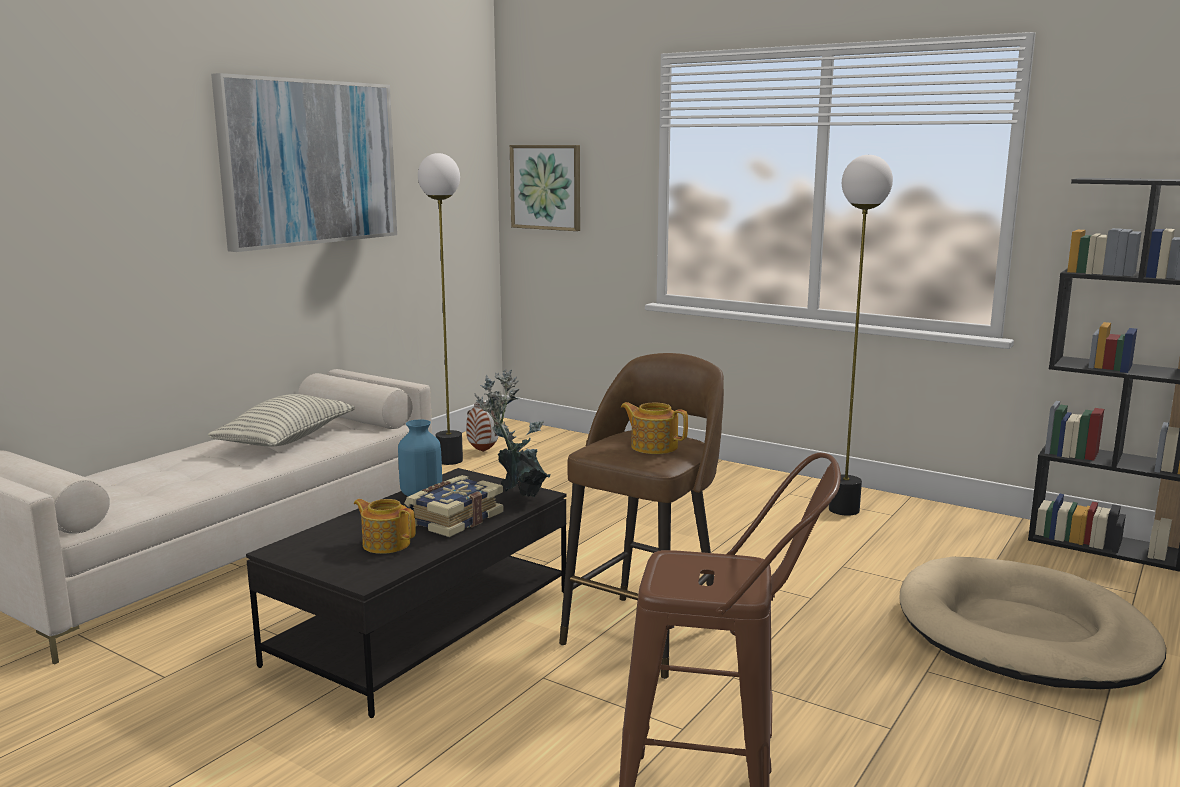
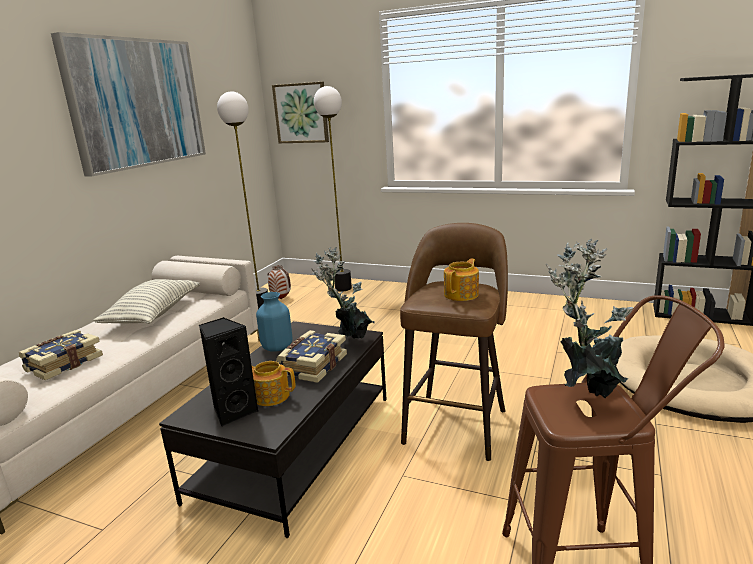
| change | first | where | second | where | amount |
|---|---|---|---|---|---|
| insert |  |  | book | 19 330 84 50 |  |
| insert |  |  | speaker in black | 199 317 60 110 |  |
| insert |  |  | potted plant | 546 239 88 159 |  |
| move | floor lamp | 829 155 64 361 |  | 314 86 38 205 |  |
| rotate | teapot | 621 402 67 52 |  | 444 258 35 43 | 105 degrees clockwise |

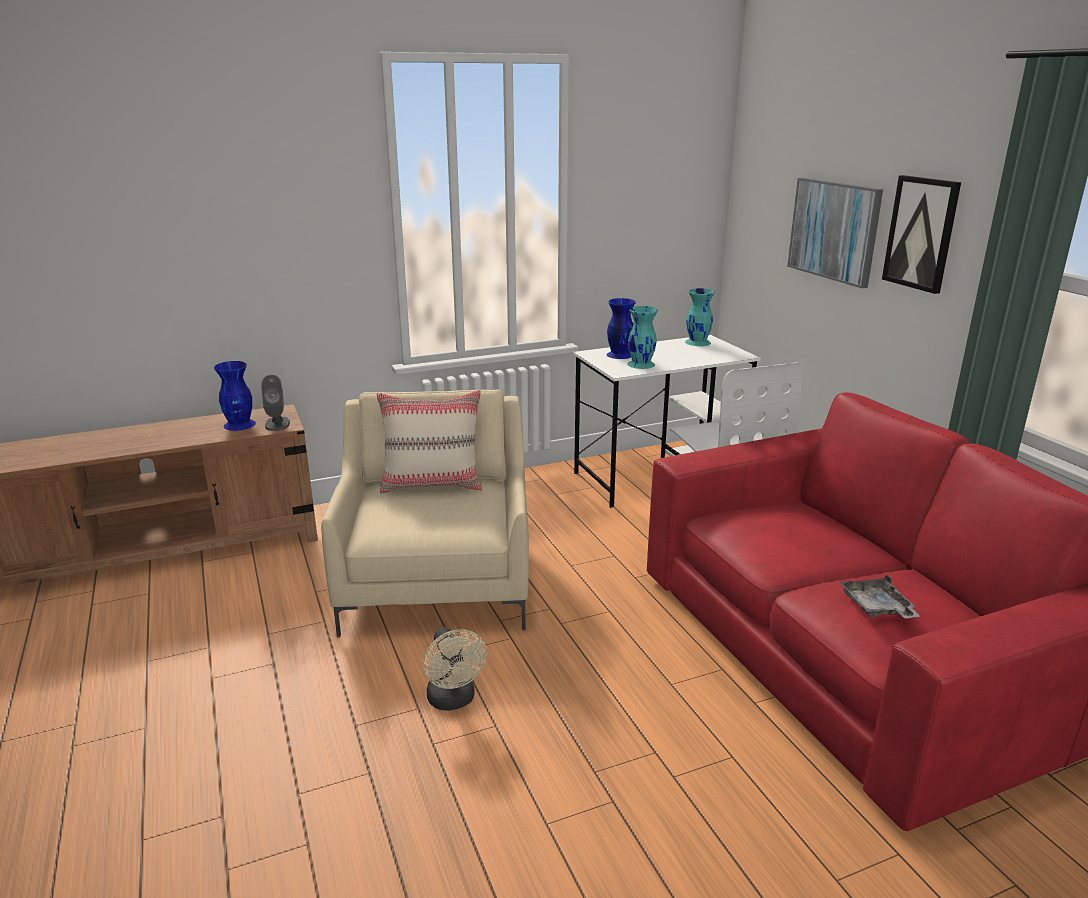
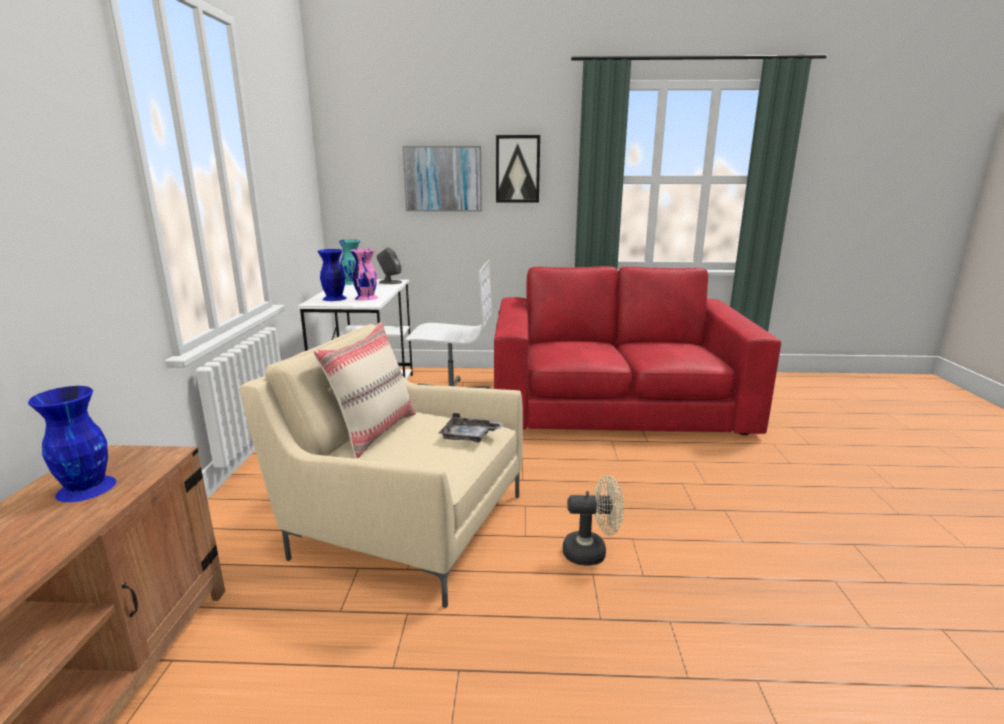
| change | first | where | second | where | amount |
|---|---|---|---|---|---|
| move | speaker in grey | 261 375 29 56 |  | 377 247 25 37 |  |
| move | tray in grey | 839 574 81 44 |  | 439 413 65 30 |  |
| recolor | vase in turquoise | 627 306 31 63 | vase in pink | 350 249 28 52 |  |

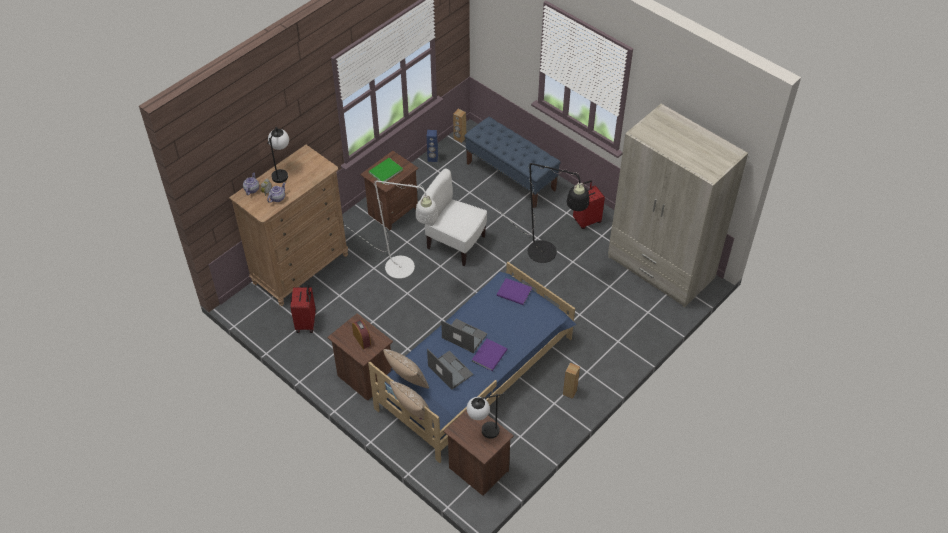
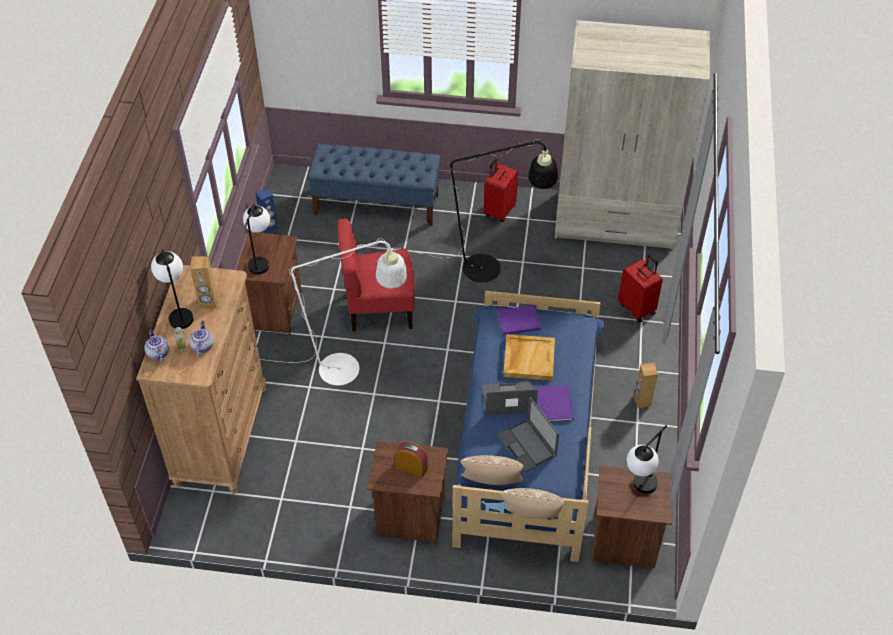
| change | first | where | second | where | amount |
|---|---|---|---|---|---|
| insert |  |  | tray in beige | 503 334 52 47 |  |
| move | suitcase in red | 290 286 26 47 |  | 618 255 45 68 |  |
| move | speaker in brown | 453 109 13 34 |  | 190 256 28 53 |  |
| replace | book in green | 369 158 34 24 | table lamp | 243 203 27 72 |  |
| recolor | chair in white | 420 169 67 97 | chair in red | 338 218 77 113 |  |
| rotate | laptop | 427 349 47 41 |  | 497 397 62 75 | 135 degrees counterclockwise |

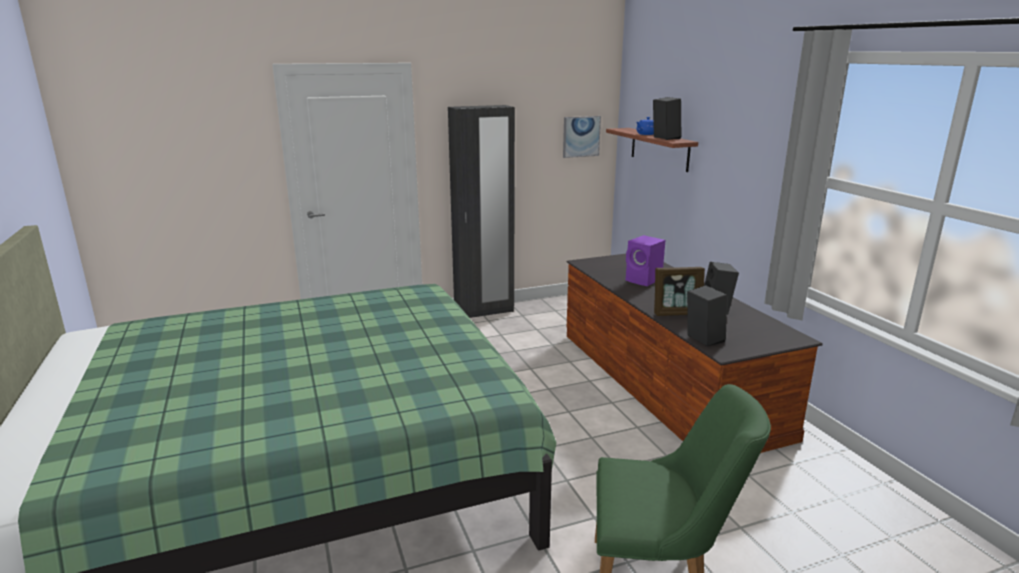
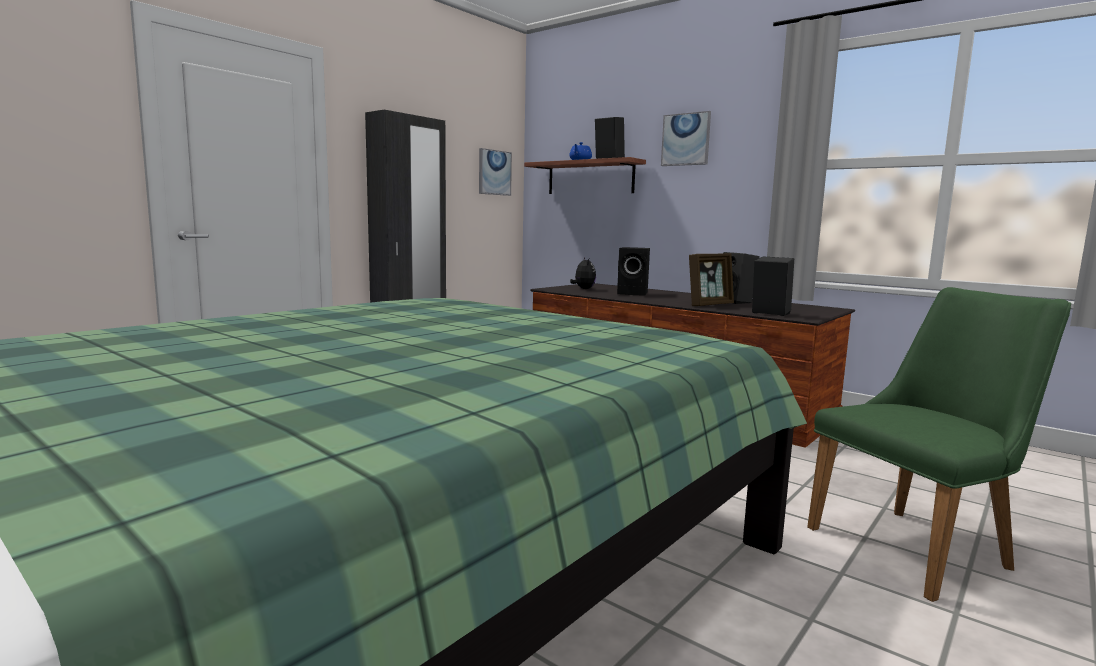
| change | first | where | second | where | amount |
|---|---|---|---|---|---|
| insert |  |  | plush toy | 570 257 26 32 |  |
| insert |  |  | picture | 661 111 50 55 |  |
| recolor | speaker in purple | 626 235 39 51 | speaker in black | 617 247 33 49 |  |

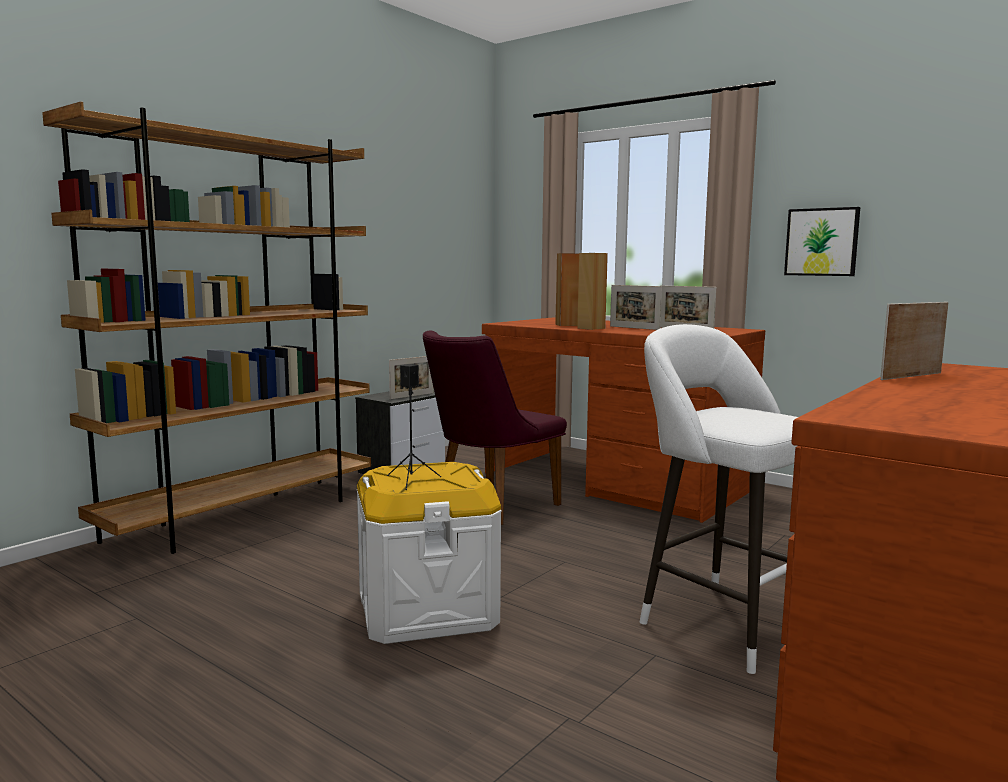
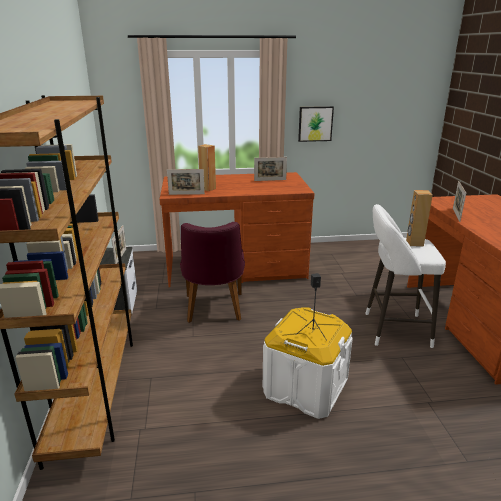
| change | first | where | second | where | amount |
|---|---|---|---|---|---|
| move | speaker in brown | 577 253 31 77 |  | 406 190 27 57 |  |
| move | picture frame | 610 285 52 45 |  | 167 169 38 26 |  |

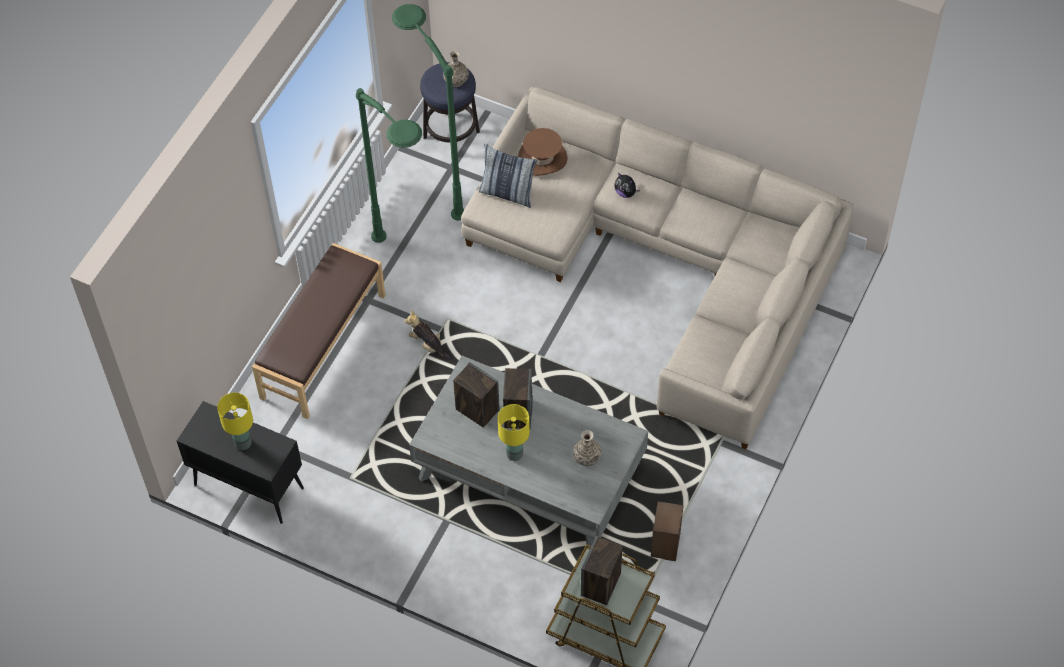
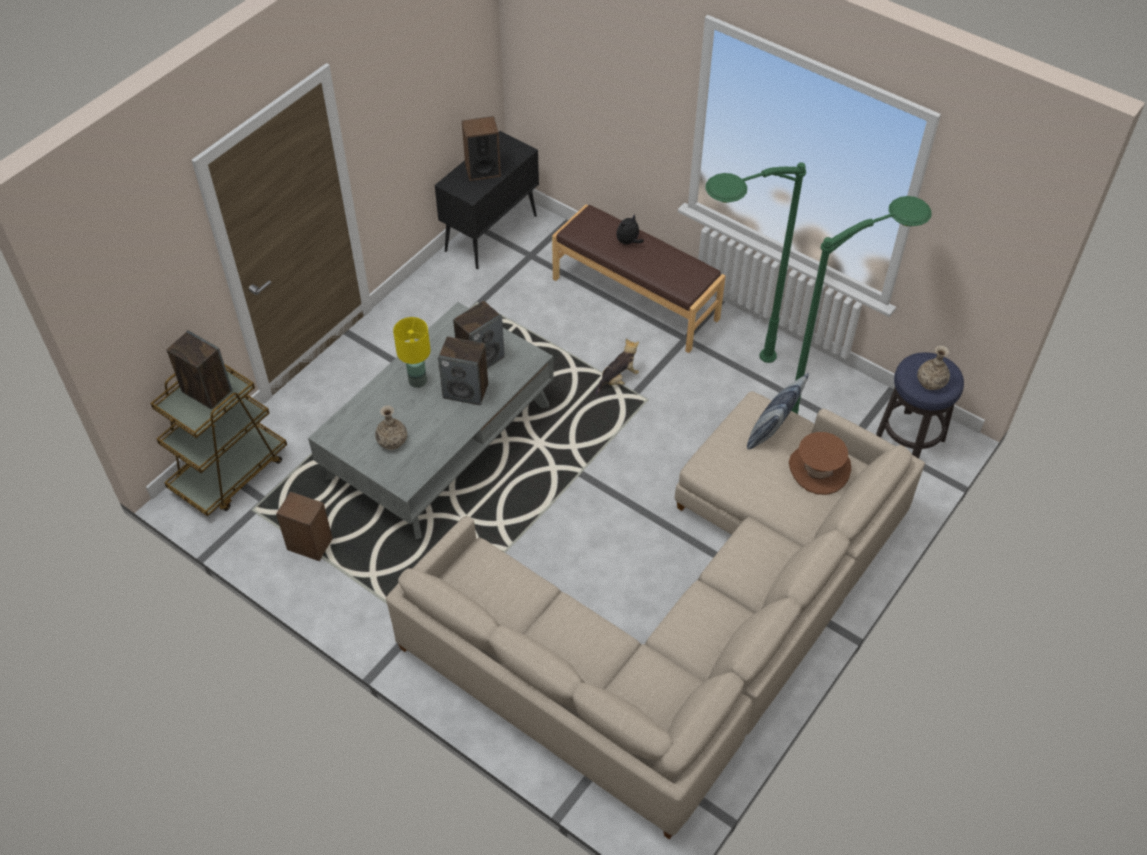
| change | first | where | second | where | amount |
|---|---|---|---|---|---|
| move | plush toy | 614 173 26 25 |  | 616 214 28 30 |  |
| replace | table lamp in yellow | 217 393 36 57 | speaker | 462 116 39 65 |  |

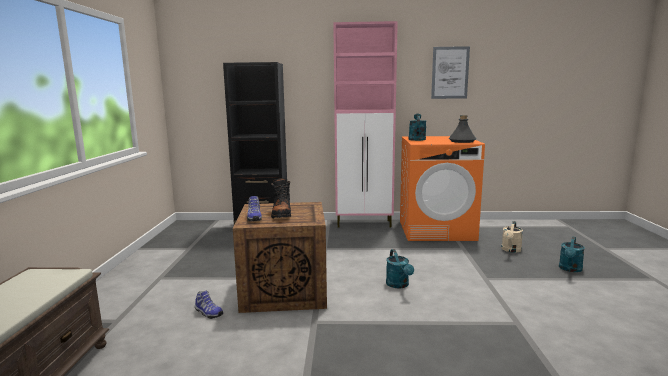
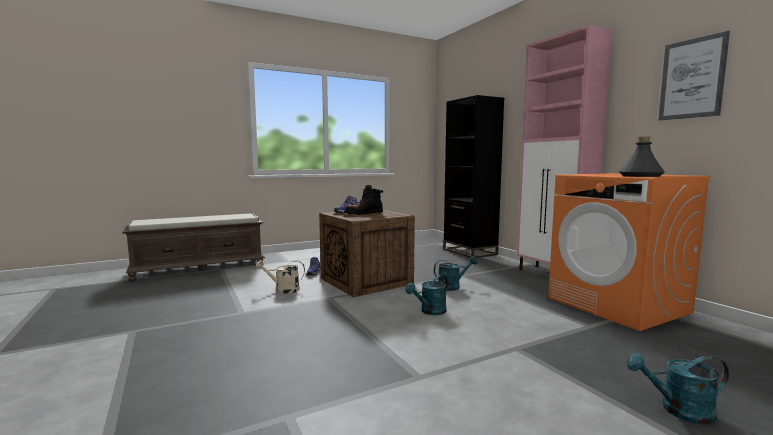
| change | first | where | second | where | amount |
|---|---|---|---|---|---|
| move | watering can in turquoise | 408 113 18 28 |  | 434 256 43 35 |  |
| move | watering can in beige | 501 221 22 32 |  | 255 260 50 33 |  |

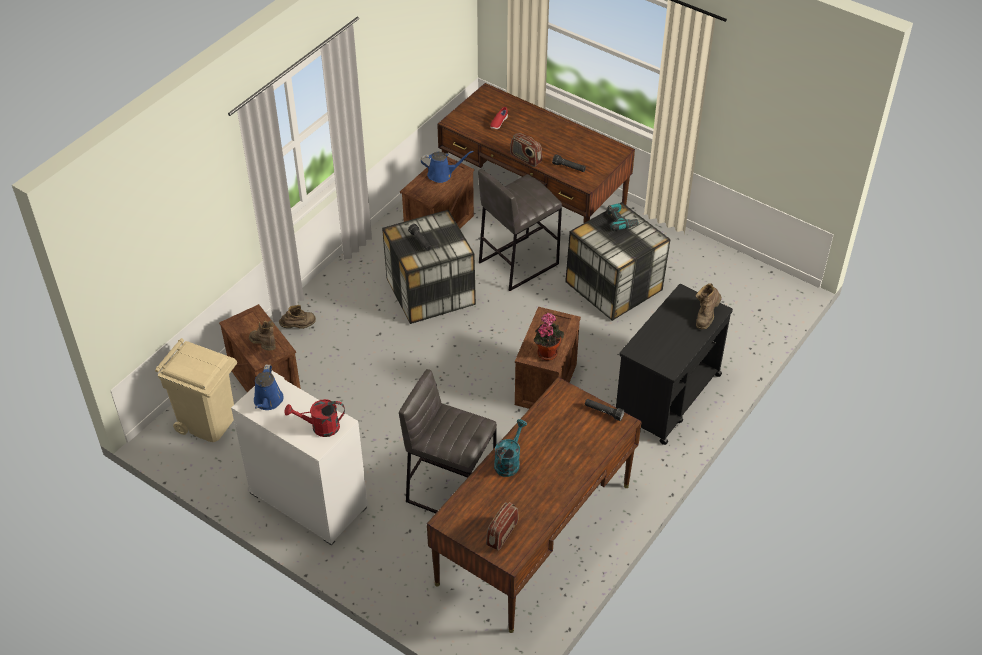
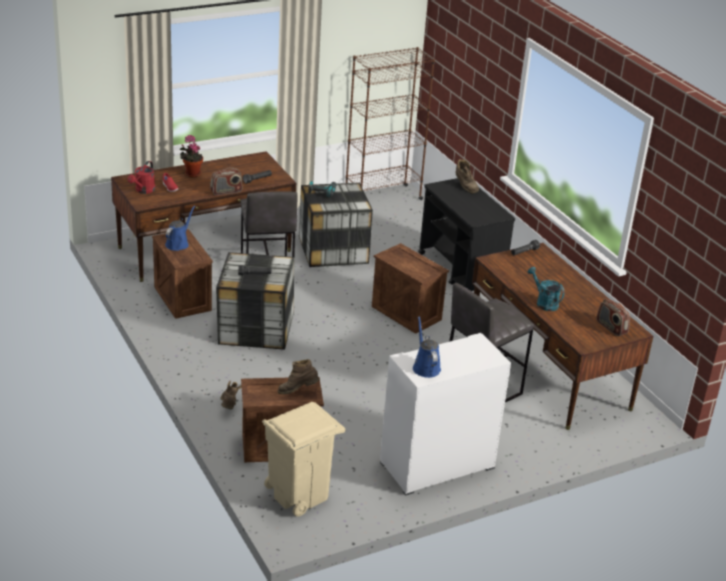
| change | first | where | second | where | amount |
|---|---|---|---|---|---|
| insert |  |  | bookcase in brown | 346 47 89 153 |  |
| move | watering can in red | 284 399 61 38 |  | 128 161 27 33 |  |
| move | potted plant | 534 313 30 48 |  | 180 135 23 43 |  |
| rotate | watering can in blue | 254 364 30 46 |  | 413 316 28 62 | 135 degrees counterclockwise |

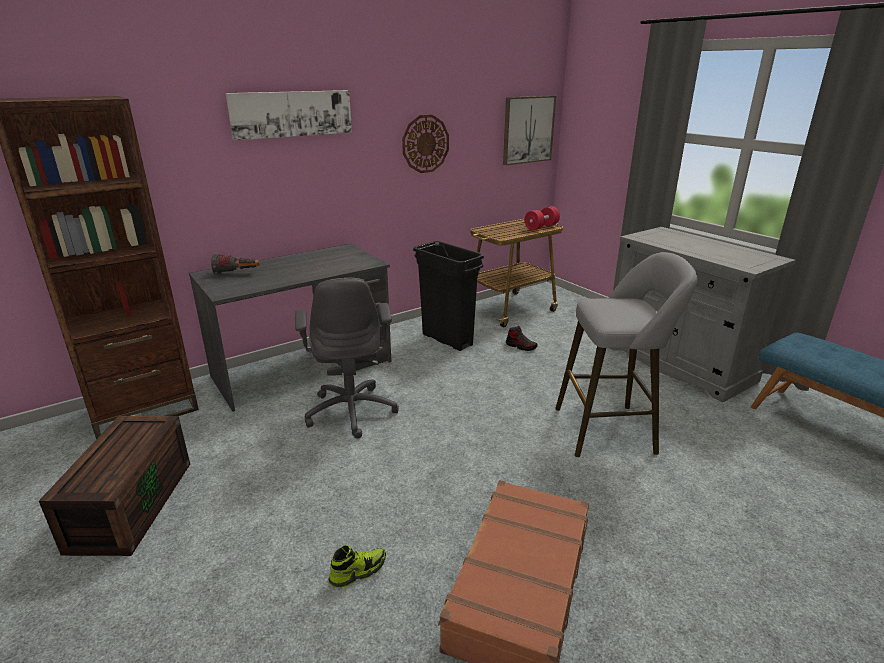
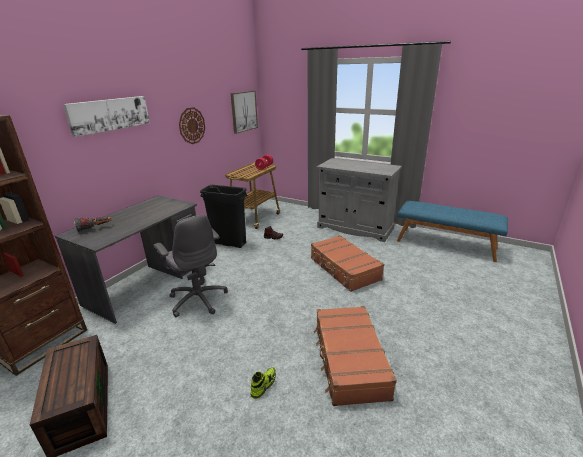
| change | first | where | second | where | amount |
|---|---|---|---|---|---|
| replace | stool in grey | 555 252 142 205 | suitcase in brown | 311 235 73 57 |  |

